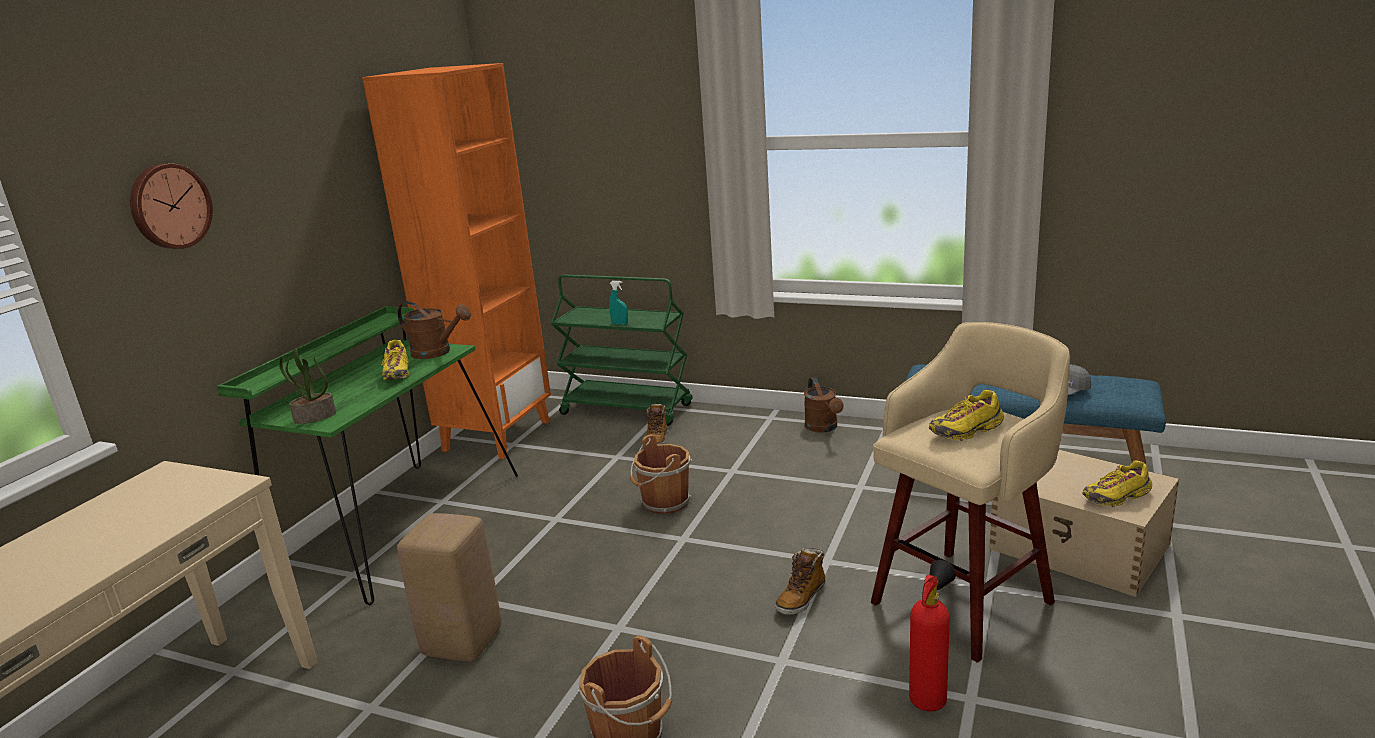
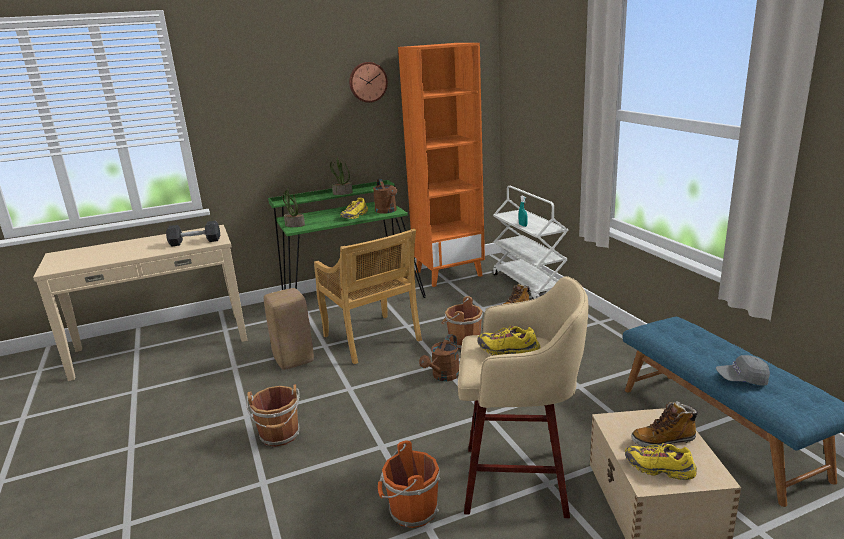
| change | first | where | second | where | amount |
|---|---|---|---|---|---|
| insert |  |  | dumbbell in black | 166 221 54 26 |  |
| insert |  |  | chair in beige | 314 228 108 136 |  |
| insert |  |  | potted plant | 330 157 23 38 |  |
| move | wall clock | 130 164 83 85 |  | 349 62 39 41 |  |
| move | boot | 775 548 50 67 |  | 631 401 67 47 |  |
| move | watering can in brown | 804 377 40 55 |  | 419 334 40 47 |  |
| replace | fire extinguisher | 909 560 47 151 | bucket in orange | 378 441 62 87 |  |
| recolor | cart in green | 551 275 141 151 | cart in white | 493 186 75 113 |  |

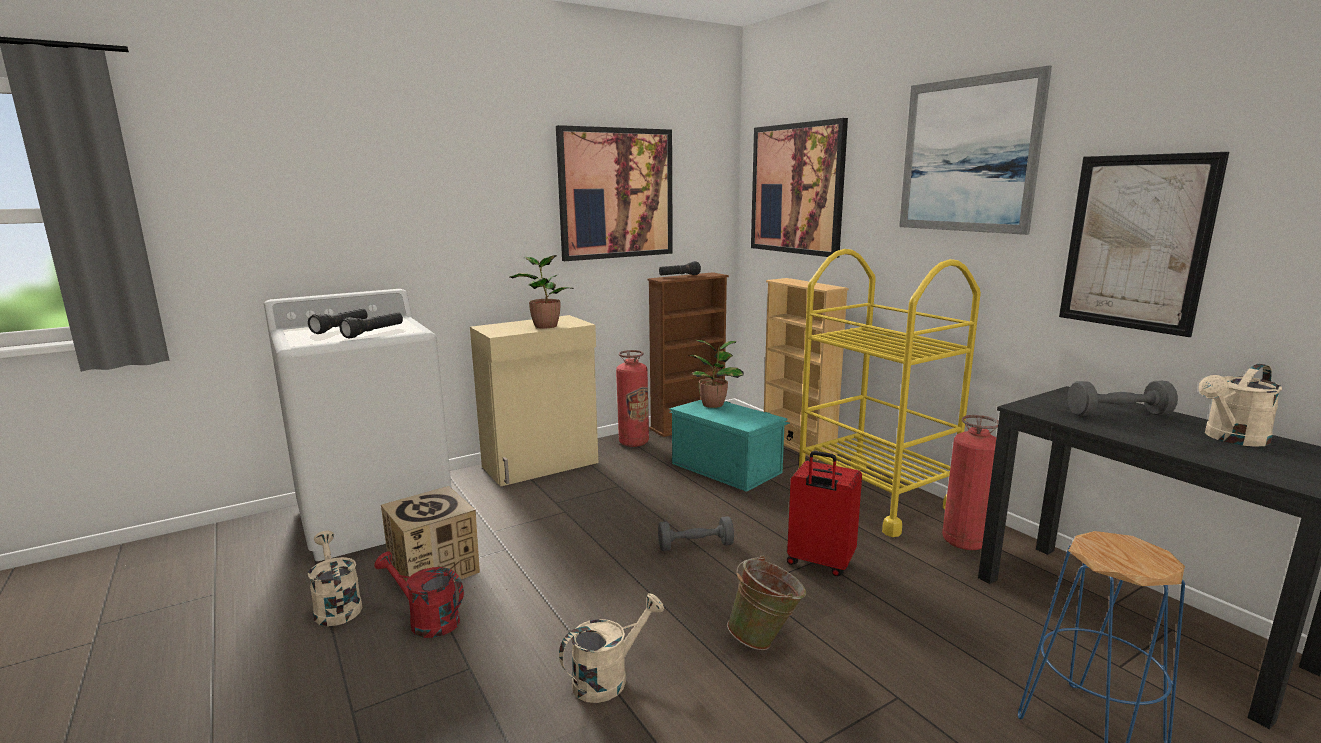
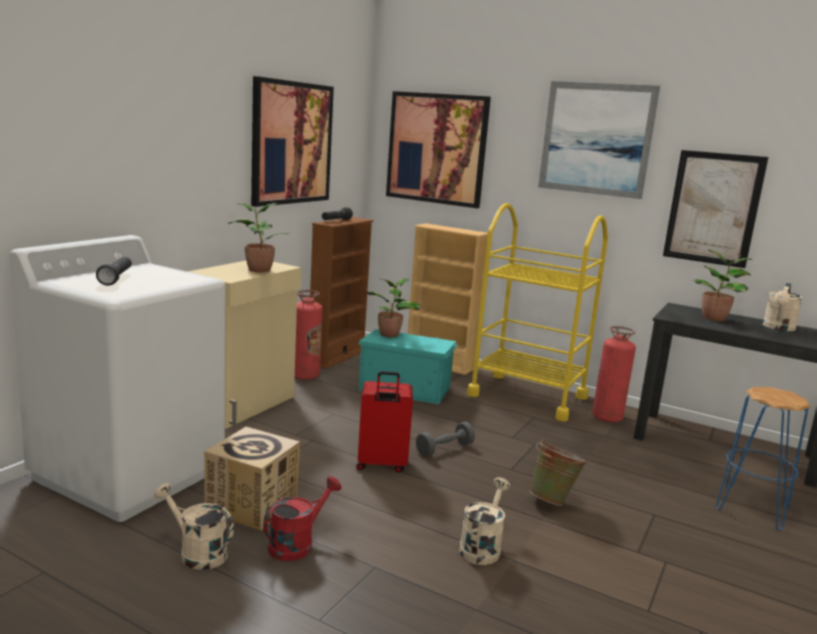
| change | first | where | second | where | amount |
|---|---|---|---|---|---|
| delete | flashlight in black | 339 312 64 26 |  |  |  |
| move | suitcase in red | 787 451 75 125 |  | 356 371 57 102 |  |
| replace | dumbbell in grey | 1067 381 111 35 | potted plant | 693 249 59 72 |  |
| rotate | watering can in red | 374 551 90 87 |  | 263 476 78 85 | 135 degrees clockwise |

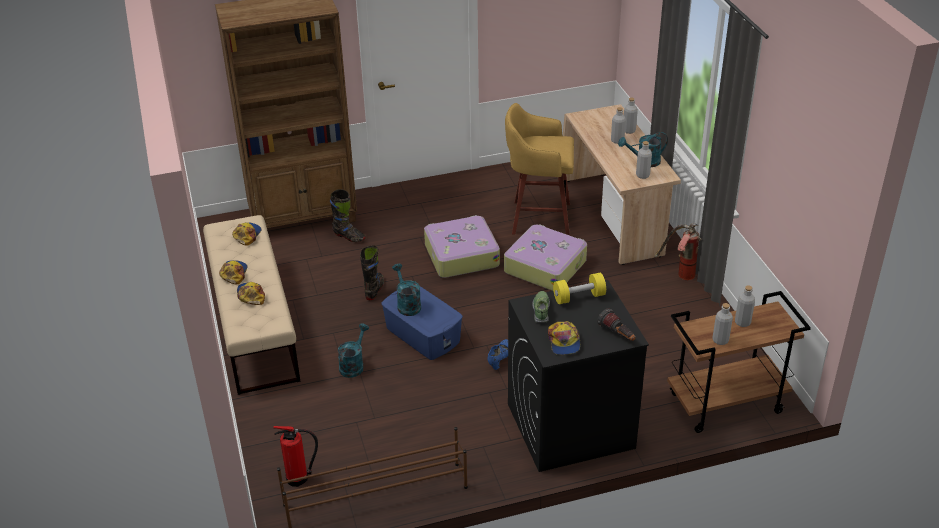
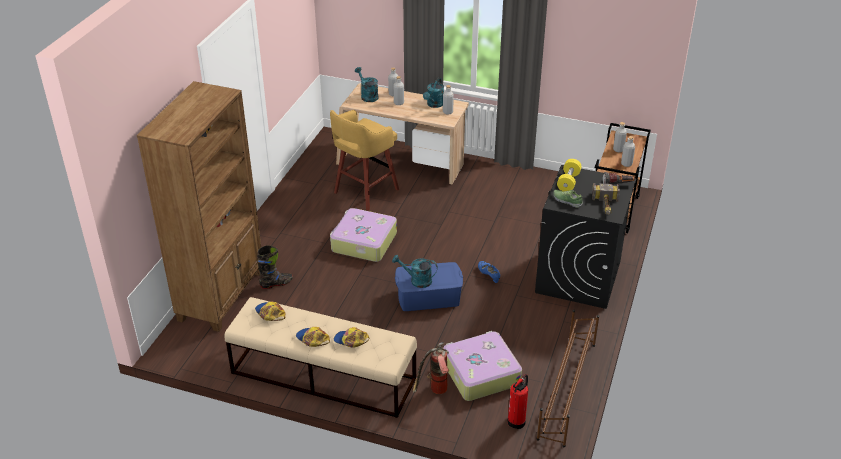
| change | first | where | second | where | amount |
|---|---|---|---|---|---|
| delete | boot in black | 360 245 24 55 |  |  |  |
| move | watering can in turquoise | 338 324 31 54 |  | 355 67 23 35 |  |
| move | suitcase | 504 224 83 67 |  | 443 331 79 70 |  |
| move | fire extinguisher | 655 223 46 57 |  | 413 342 37 52 |  |
| replace | cap | 548 321 32 34 | hammer | 592 183 28 32 |  |

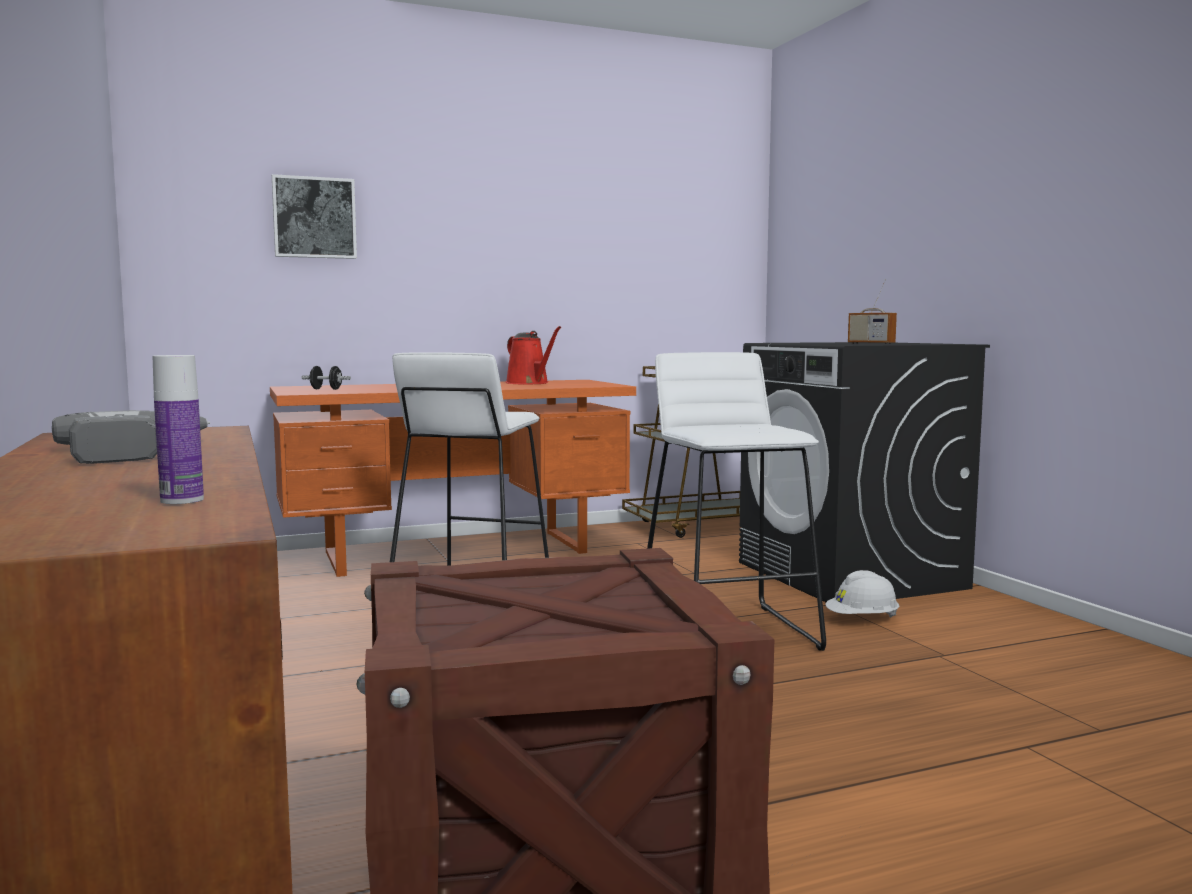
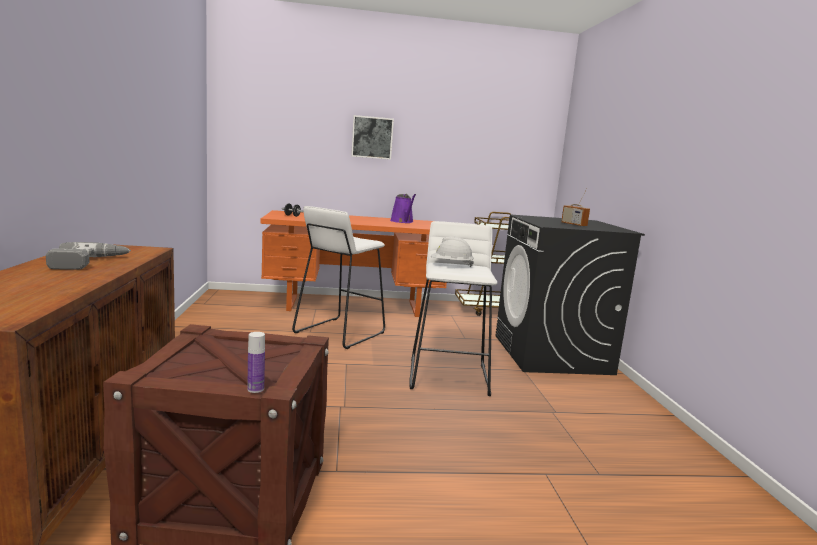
| change | first | where | second | where | amount |
|---|---|---|---|---|---|
| move | bottle | 152 355 52 149 |  | 247 332 18 61 |  |
| move | picture | 272 174 85 85 |  | 351 115 43 45 |  |
| move | hard hat in white | 826 570 74 47 |  | 431 236 43 31 |  |
| recolor | watering can in red | 506 326 55 59 | watering can in purple | 390 194 26 29 |  |

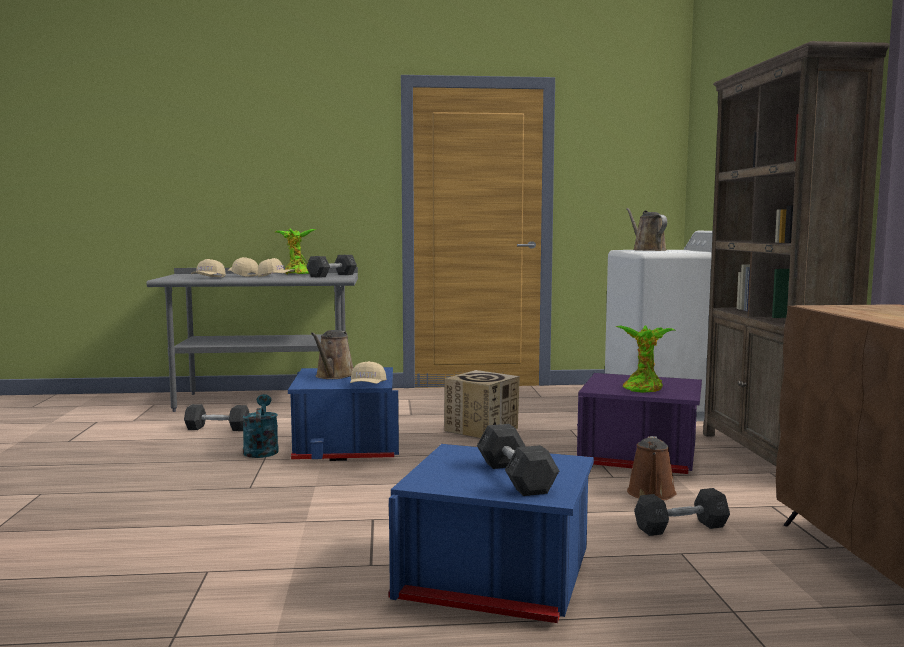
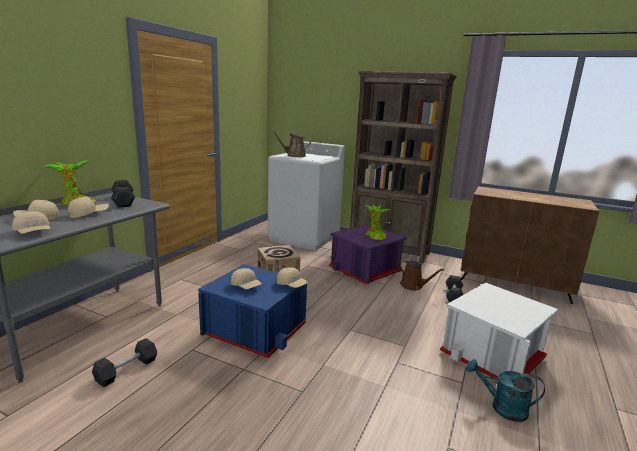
| change | first | where | second | where | amount |
|---|---|---|---|---|---|
| delete | dumbbell in grey | 477 424 82 72 |  |  |  |
| move | watering can in turquoise | 243 394 36 64 |  | 466 359 79 63 |  |
| replace | watering can in brown | 311 330 42 49 | cap in beige | 231 268 31 21 |  |
| recolor | storage box in blue | 389 444 205 179 | storage box in white | 440 283 118 98 |  |

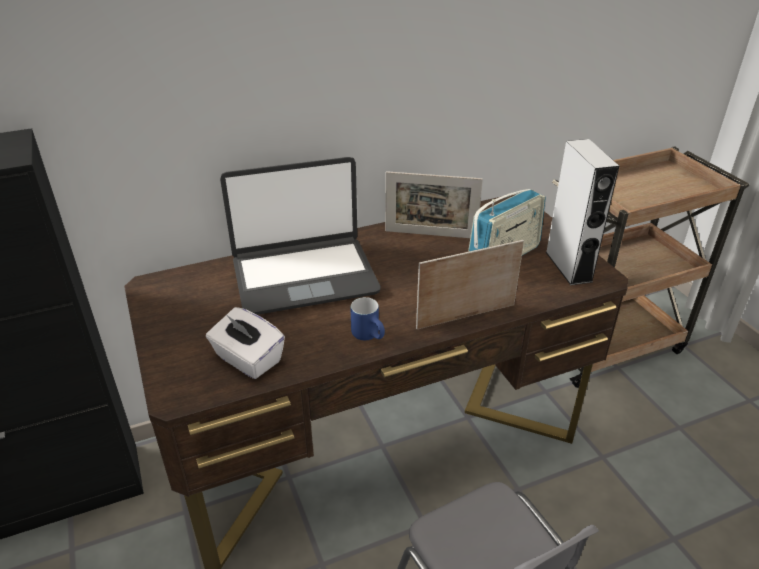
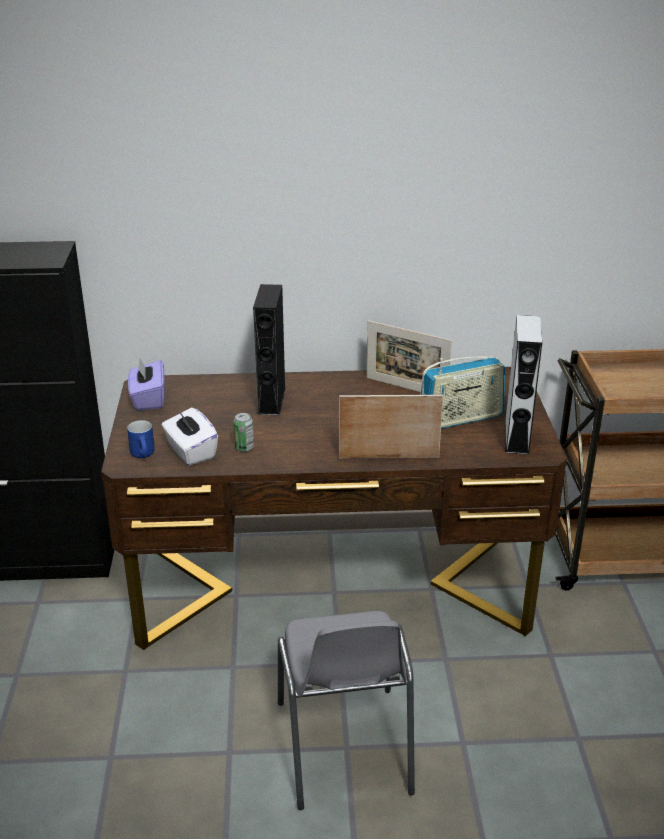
| change | first | where | second | where | amount |
|---|---|---|---|---|---|
| insert |  |  | tissue box in purple | 128 358 37 52 |  |
| insert |  |  | can | 233 413 21 39 |  |
| move | mug in blue | 350 297 35 43 |  | 127 420 28 38 |  |
| replace | laptop | 220 157 161 158 | speaker in black | 253 284 33 131 |  |

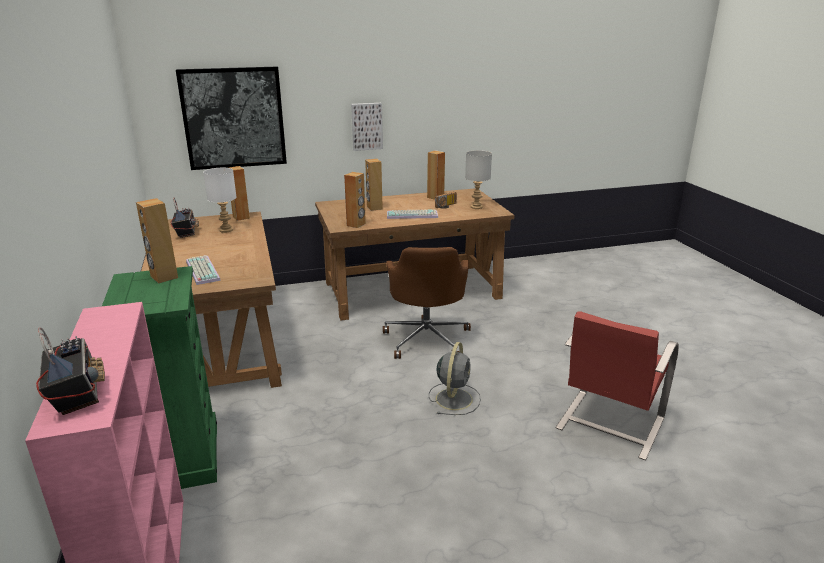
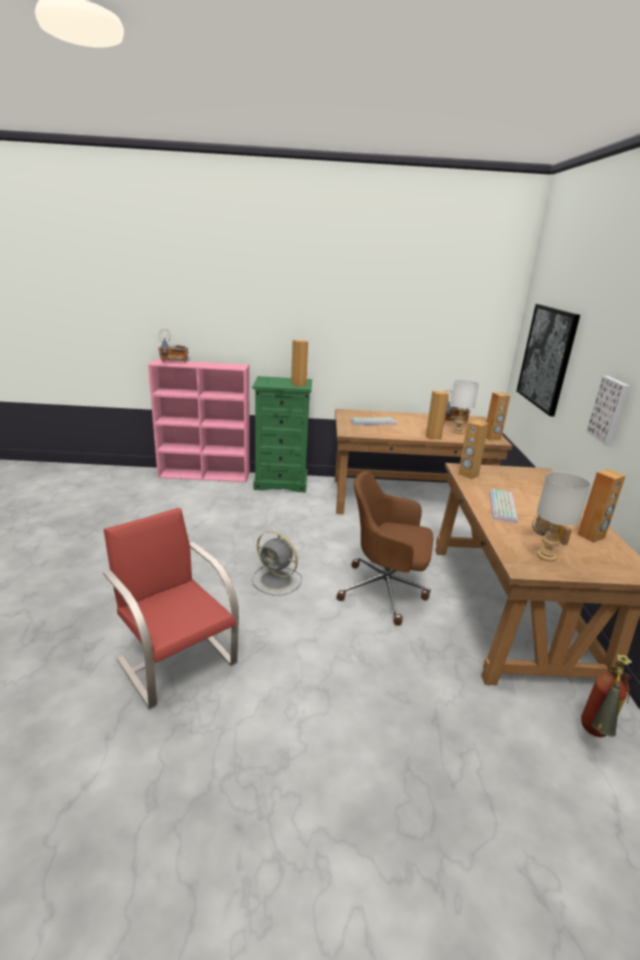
| change | first | where | second | where | amount |
|---|---|---|---|---|---|
| insert |  |  | fire extinguisher | 581 654 51 83 |  |
| move | speaker in brown | 365 159 18 52 |  | 426 391 23 49 |  |

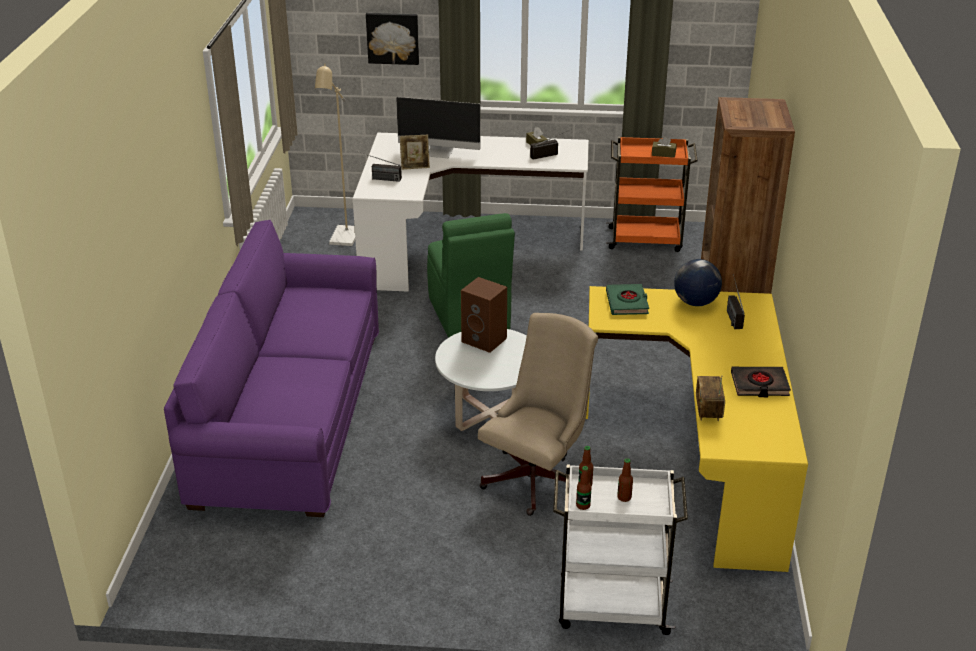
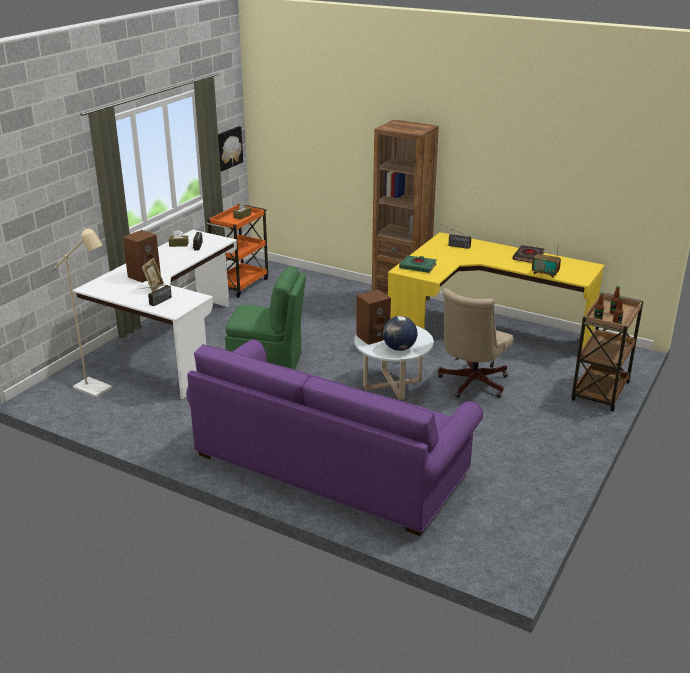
| change | first | where | second | where | amount |
|---|---|---|---|---|---|
| move | picture | 366 13 53 52 |  | 218 126 25 45 |  |
| move | globe | 674 259 48 47 |  | 383 316 34 35 |  |
| replace | monitor | 396 97 84 61 | speaker in brown | 123 230 38 53 |  |
| recolor | cart in white | 553 464 135 171 | cart in brown | 571 292 73 119 |  |
| rotate | office chair in beige | 478 313 120 203 |  | 438 288 75 110 | 120 degrees counterclockwise |

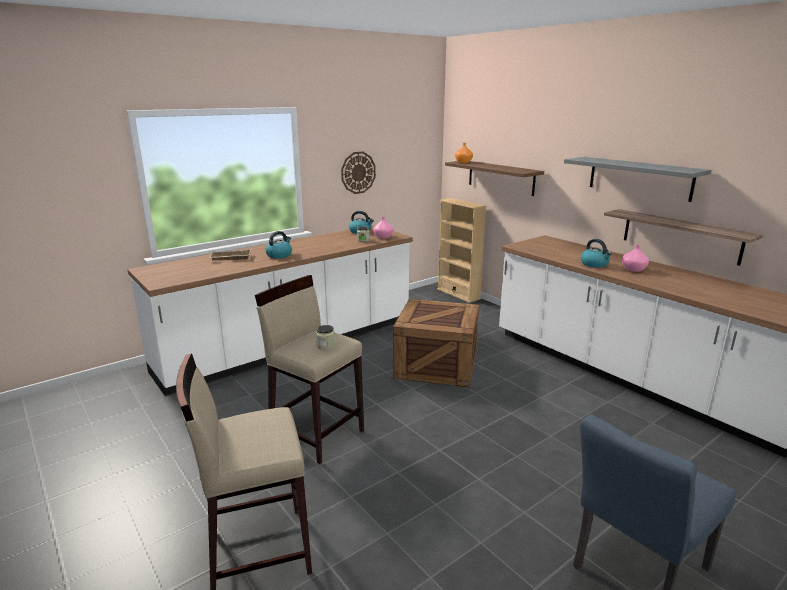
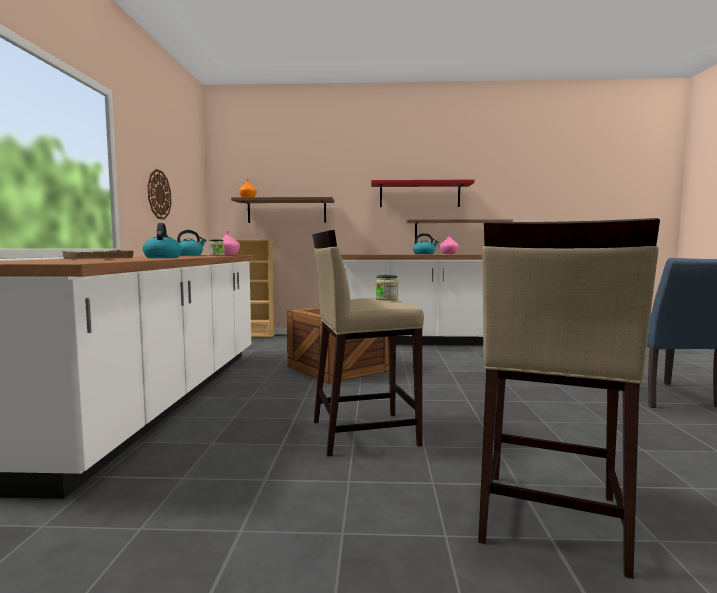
| change | first | where | second | where | amount |
|---|---|---|---|---|---|
| recolor | shelf in grey | 564 157 147 45 | shelf in red | 371 180 104 27 |  |

